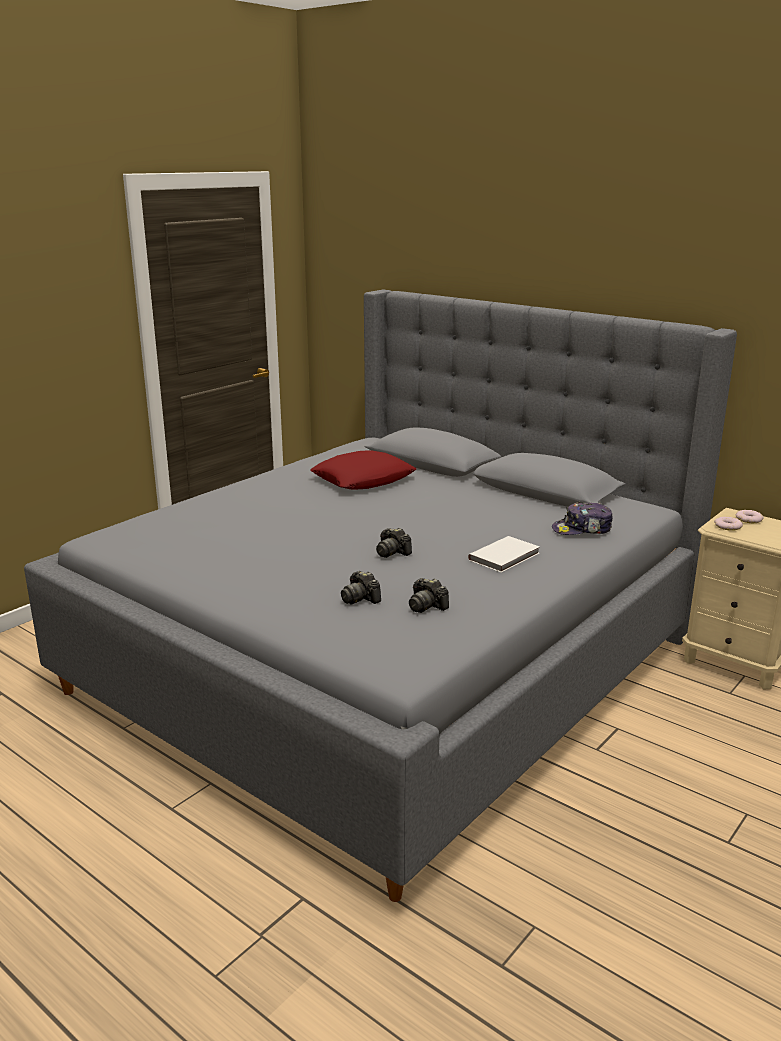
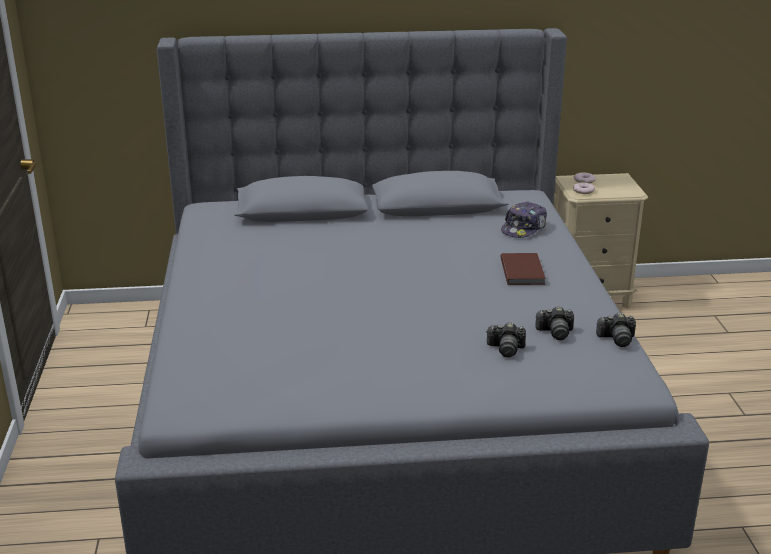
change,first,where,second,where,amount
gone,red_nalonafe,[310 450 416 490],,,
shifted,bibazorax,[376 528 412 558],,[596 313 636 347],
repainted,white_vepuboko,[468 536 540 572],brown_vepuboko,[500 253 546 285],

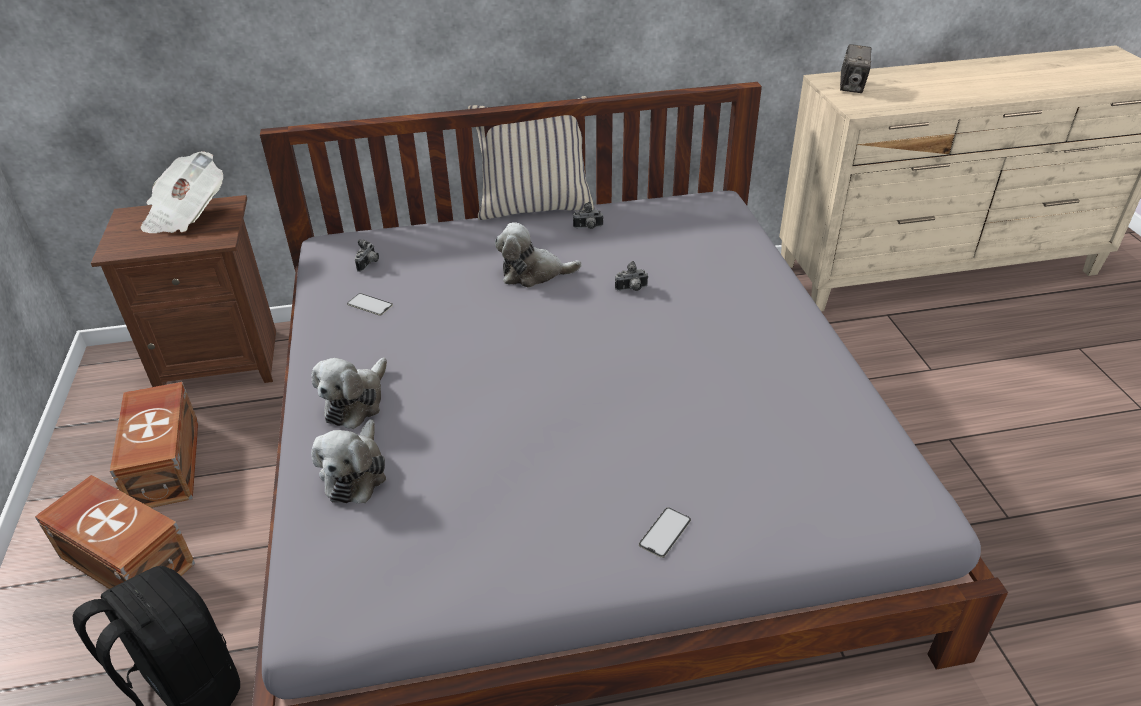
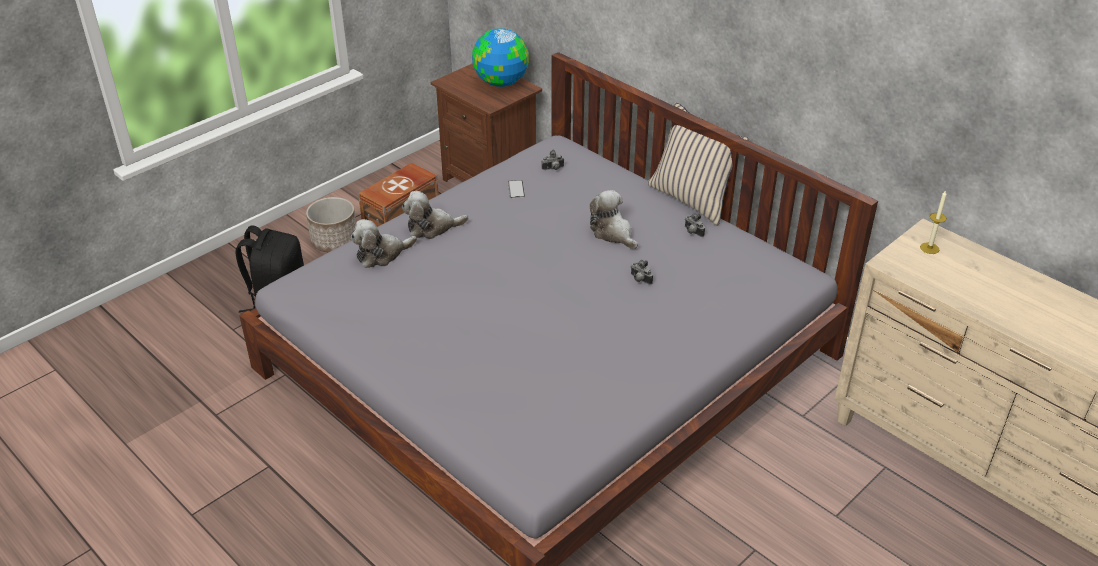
change,first,where,second,where,amount
gone,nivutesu,[639 507 691 558],,,
swapped,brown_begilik,[35 475 195 589],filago,[306 197 356 252],
swapped,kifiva,[141 151 223 233],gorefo,[472 28 529 87],
swapped,bibazorax,[840 44 872 93],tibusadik,[920 190 947 254],

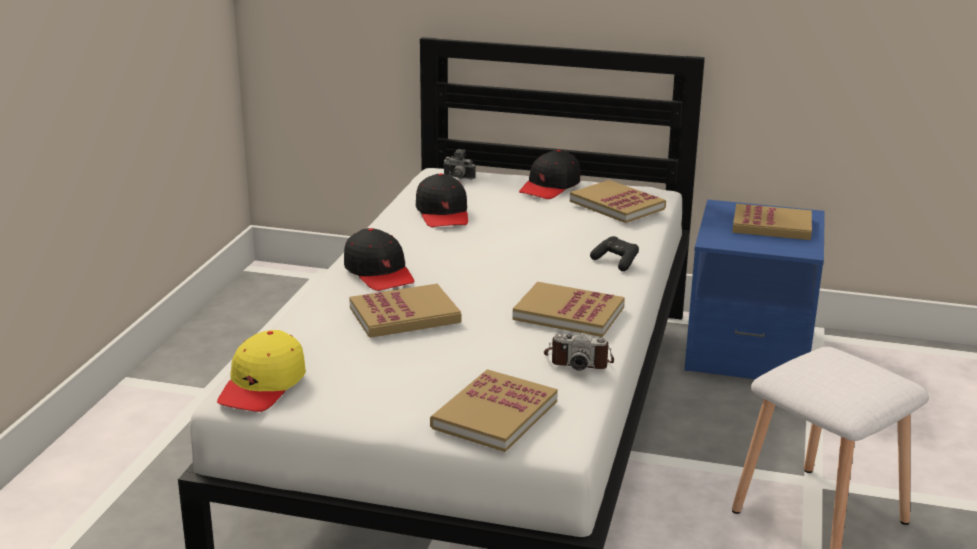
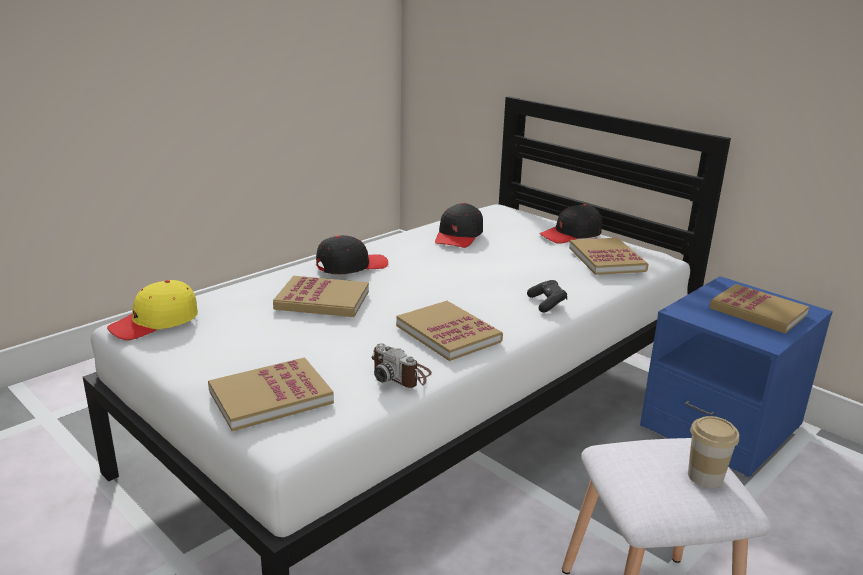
change,first,where,second,where,amount
gone,bibazorax,[443 149 476 180],,,
new,,,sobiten,[688 416 739 488],
rotated,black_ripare,[344 228 414 291],,[316 235 388 274],120 degrees counterclockwise

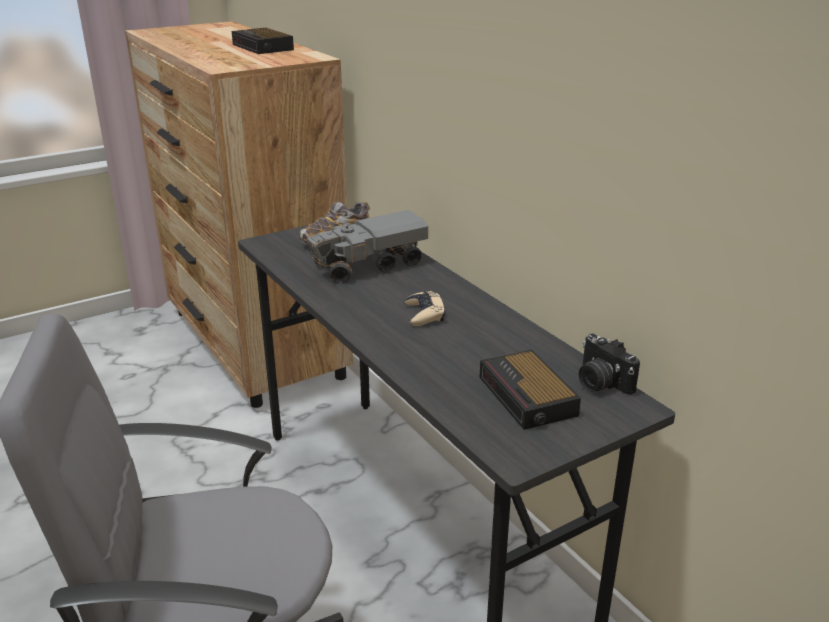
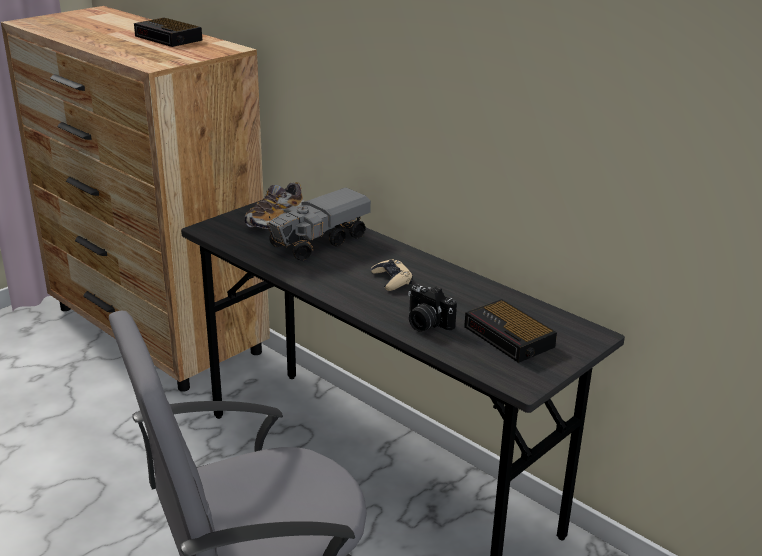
change,first,where,second,where,amount
shifted,bibazorax,[579 334 640 395],,[408 284 457 332],

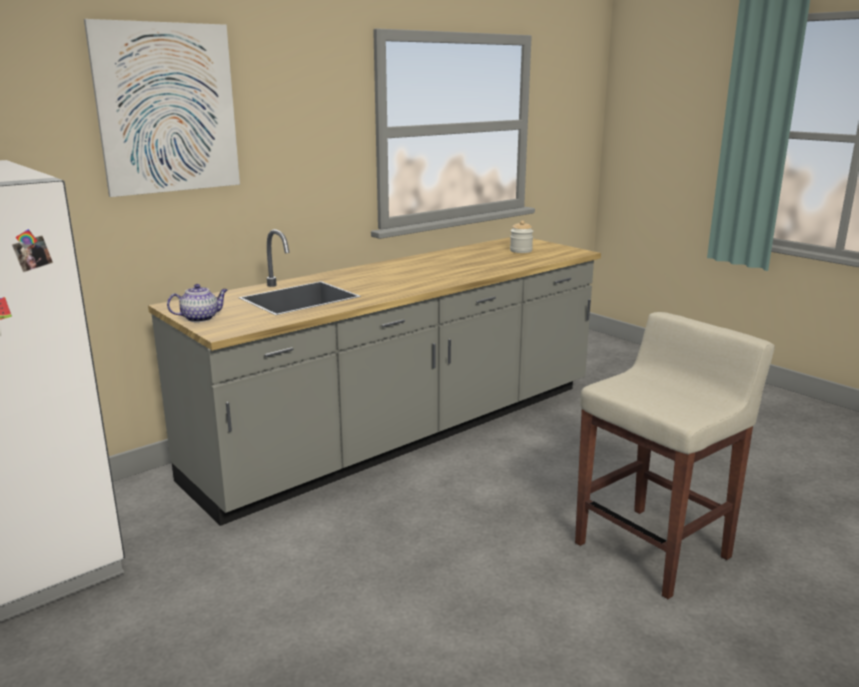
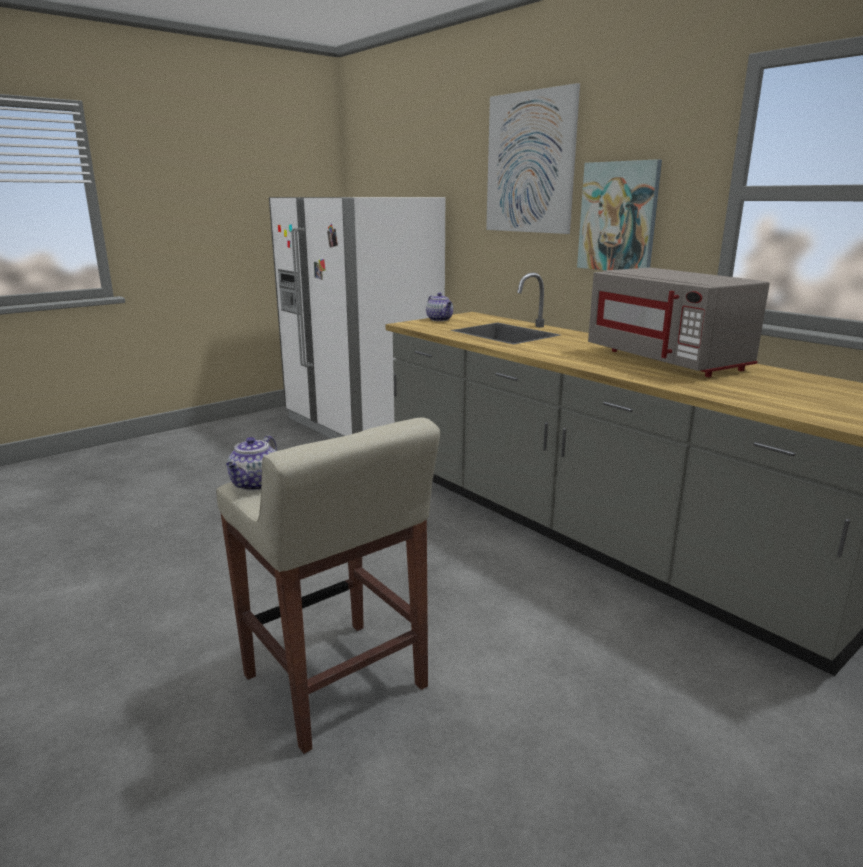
change,first,where,second,where,amount
gone,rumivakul,[510 221 533 253],,,
new,,,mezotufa,[226 435 277 491],
new,,,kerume,[577 159 662 270],
new,,,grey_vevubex,[588 268 770 377],

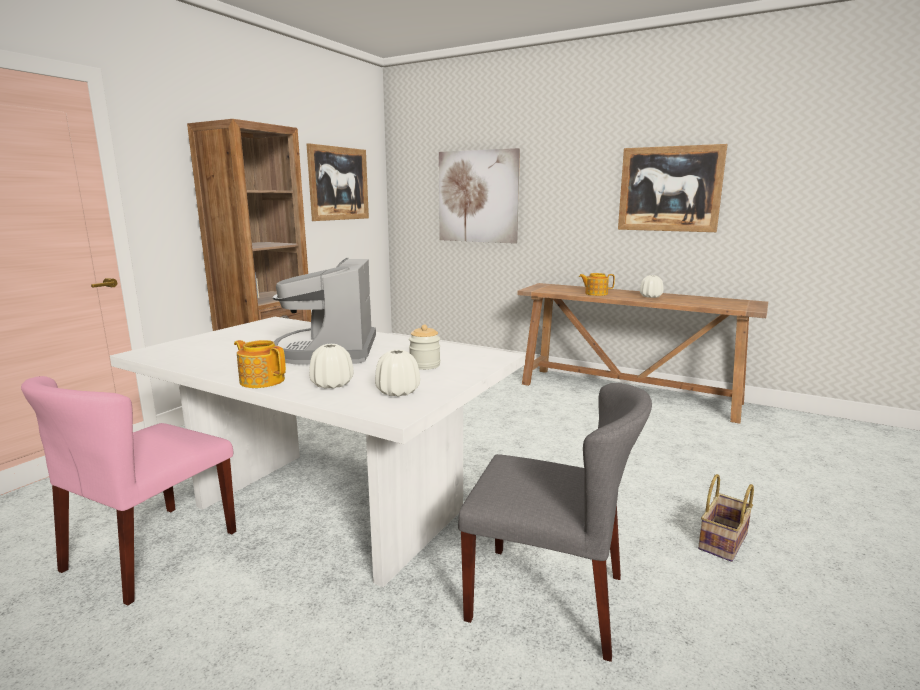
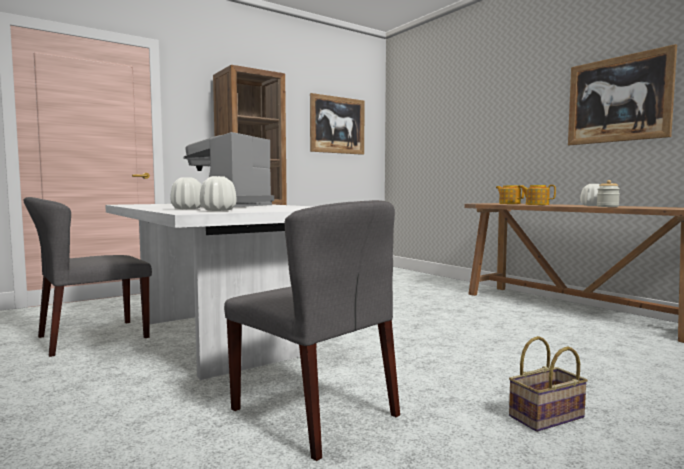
change,first,where,second,where,amount
gone,kerume,[439 148 520 244],,,
shifted,mezotufa,[234 340 286 388],,[496 185 524 204],
shifted,rumivakul,[409 325 440 370],,[597 180 620 207],
repainted,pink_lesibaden,[21 376 236 606],grey_lesibaden,[23 197 152 357],

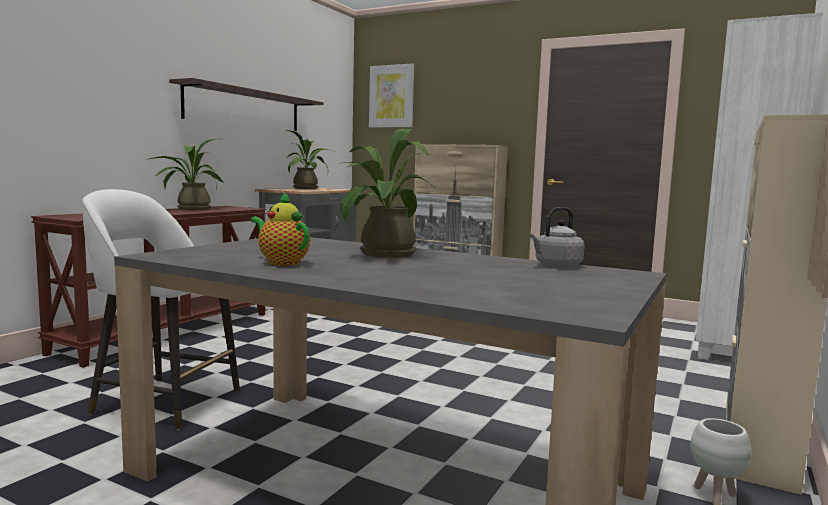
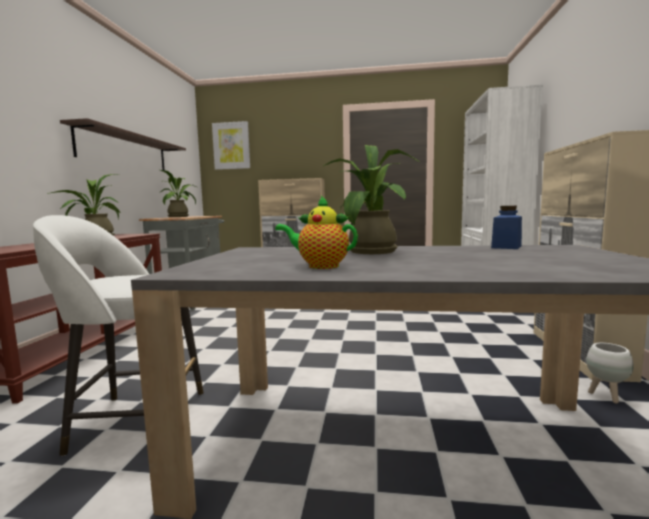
change,first,where,second,where,amount
swapped,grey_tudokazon,[530 207 585 268],blue_rumivakul,[491 206 522 249],

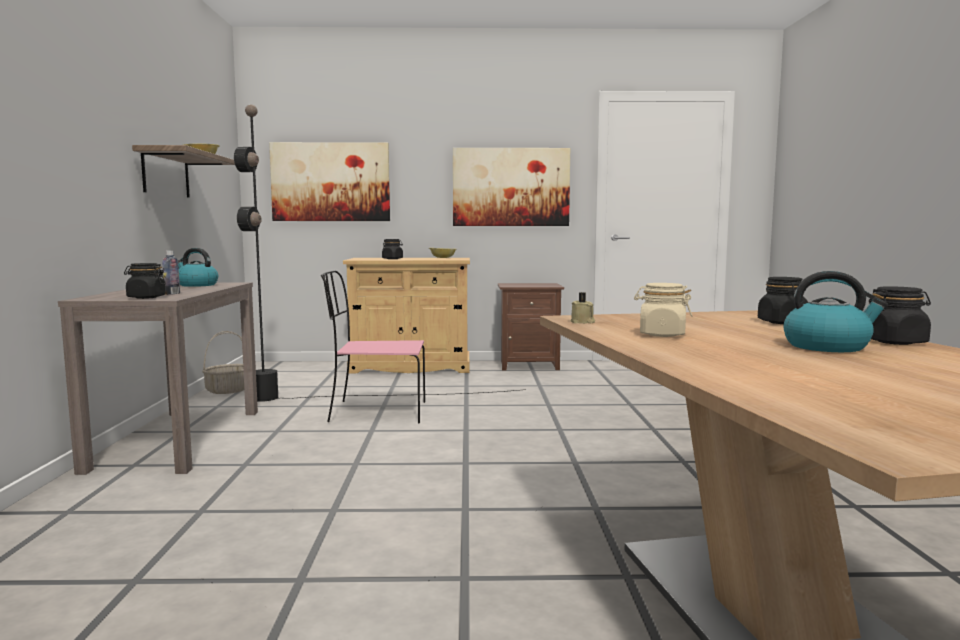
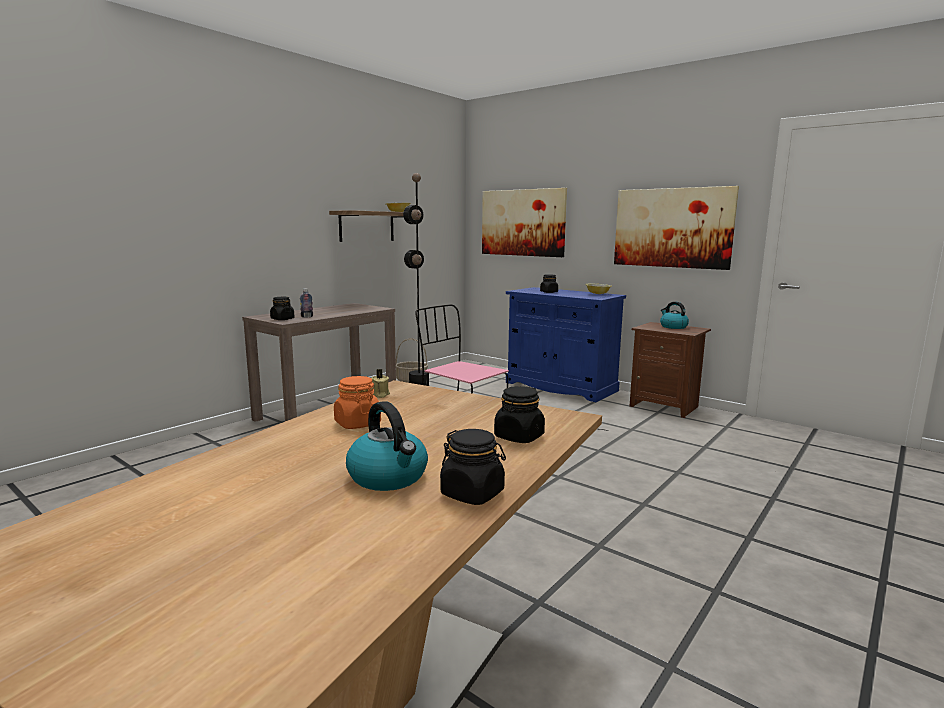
change,first,where,second,where,amount
shifted,tudokazon,[178 248 218 287],,[660 302 689 329],
repainted,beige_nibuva,[343 258 470 373],blue_nibuva,[506 287 626 402],
repainted,beige_rumivakul,[634 283 692 337],orange_rumivakul,[334 376 381 429],

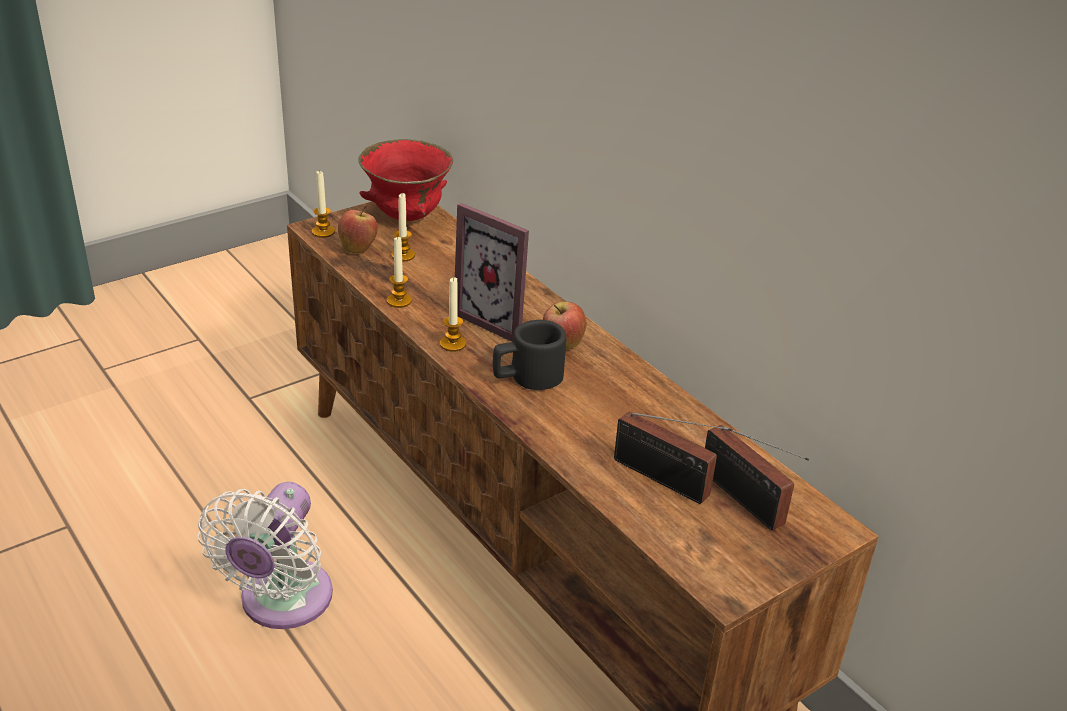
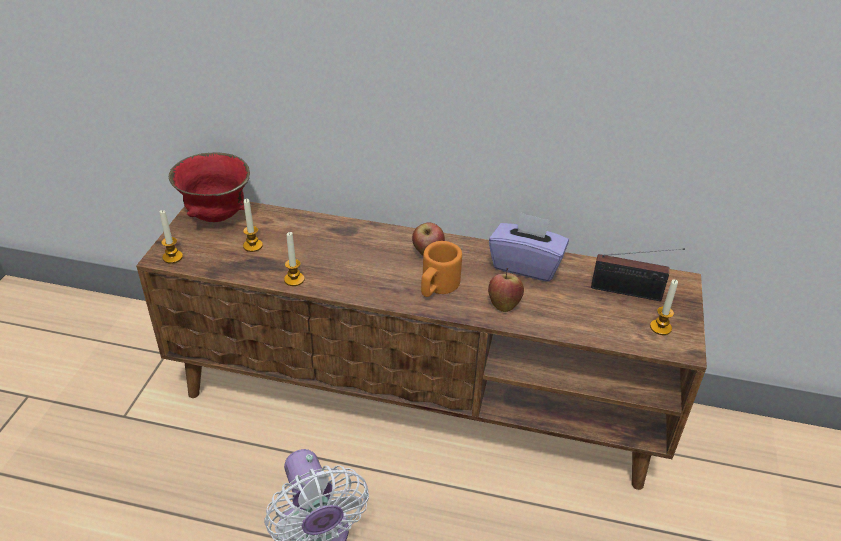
change,first,where,second,where,amount
gone,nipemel,[455 203 529 342],,,
gone,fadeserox,[614 412 733 504],,,
new,,,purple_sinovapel,[489 212 569 282],
shifted,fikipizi,[338 205 378 253],,[488 268 524 312],
shifted,tibusadik,[440 277 466 352],,[650 279 678 335],
repainted,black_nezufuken,[493 320 566 390],orange_nezufuken,[421 241 462 297],

